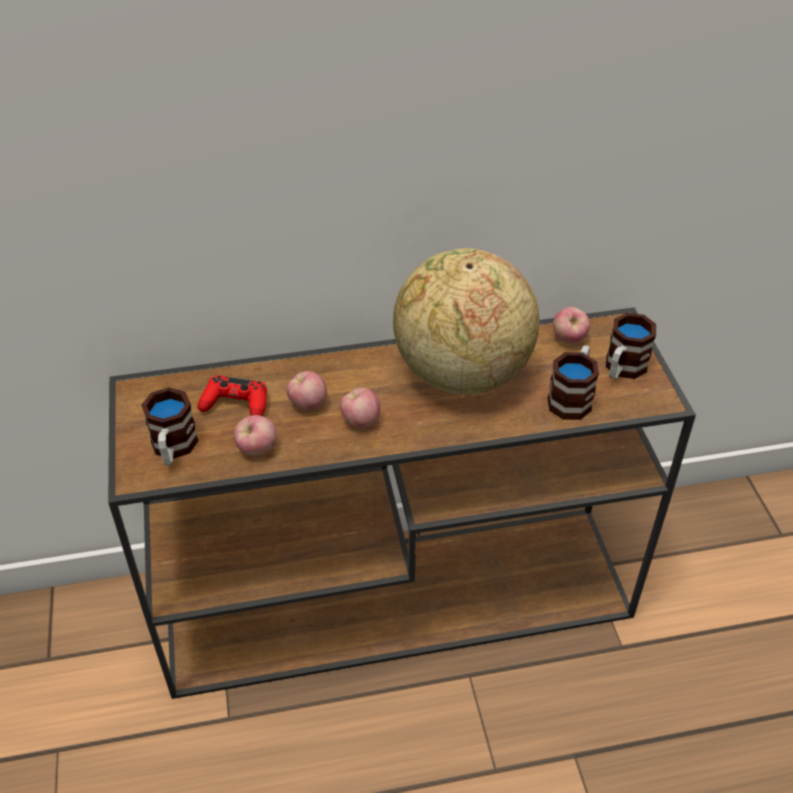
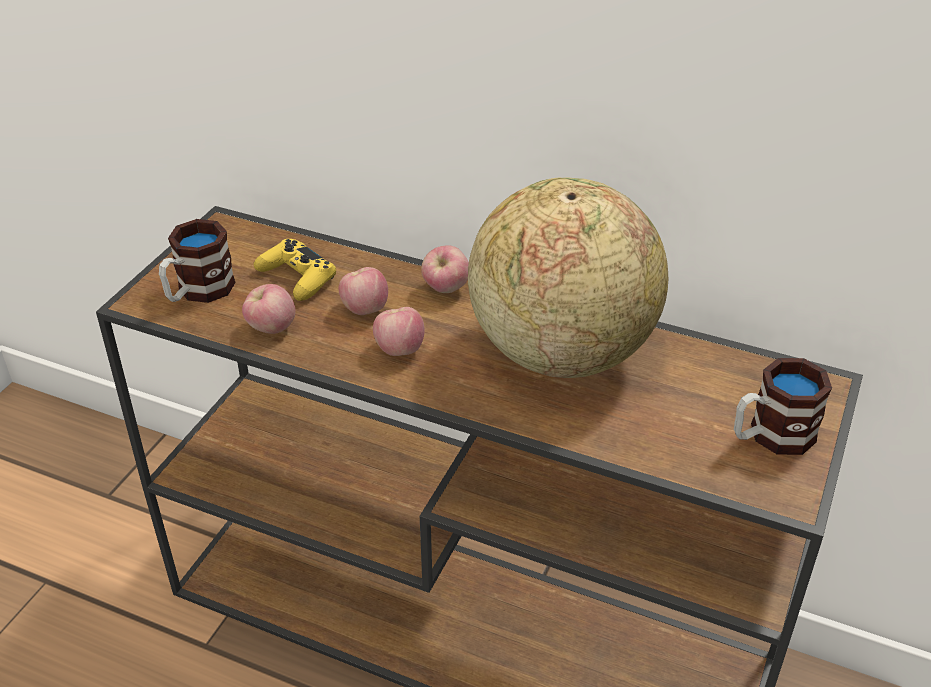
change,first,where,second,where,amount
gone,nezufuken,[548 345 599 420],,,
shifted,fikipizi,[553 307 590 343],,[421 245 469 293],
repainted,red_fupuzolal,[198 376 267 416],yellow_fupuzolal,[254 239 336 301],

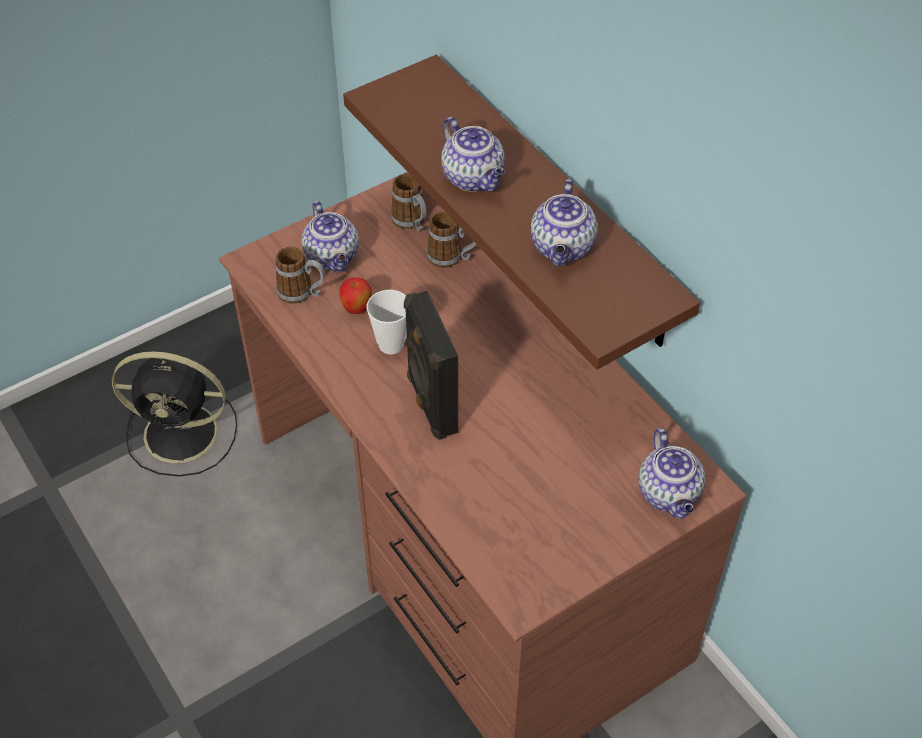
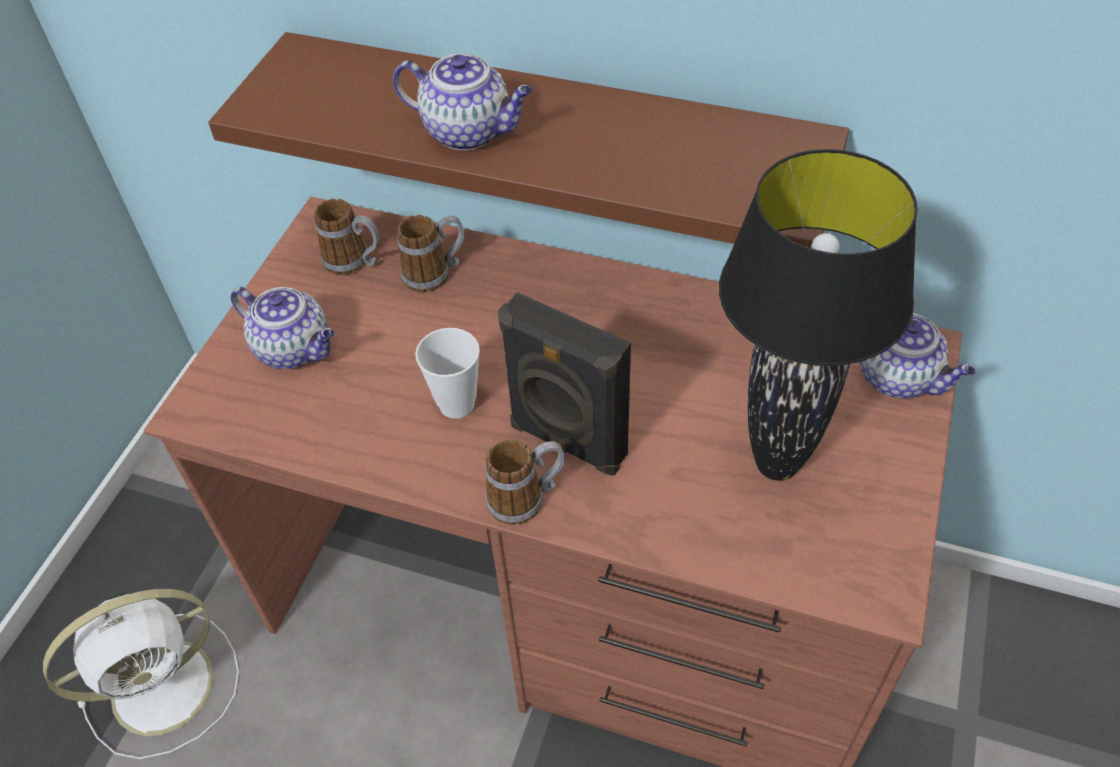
change,first,where,second,where,amount
gone,fikipizi,[339 277 372 314],,,
gone,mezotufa,[531 179 598 266],,,
new,,,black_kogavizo,[719 149 918 481],
shifted,nezufuken,[275 246 325 304],,[485 439 565 525],
repainted,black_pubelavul,[112 351 237 477],white_pubelavul,[43 589 239 759],

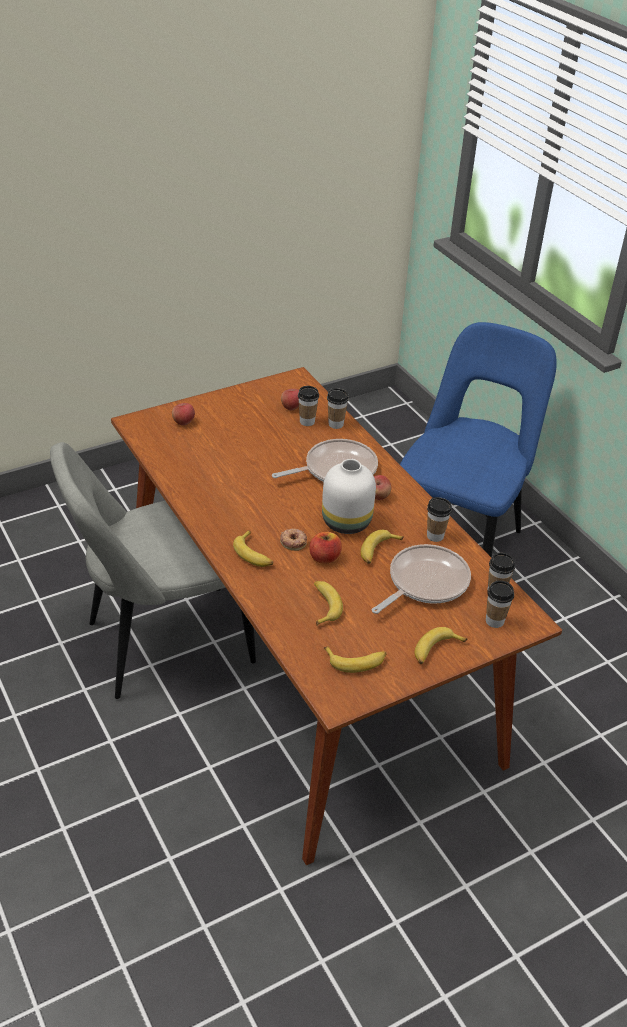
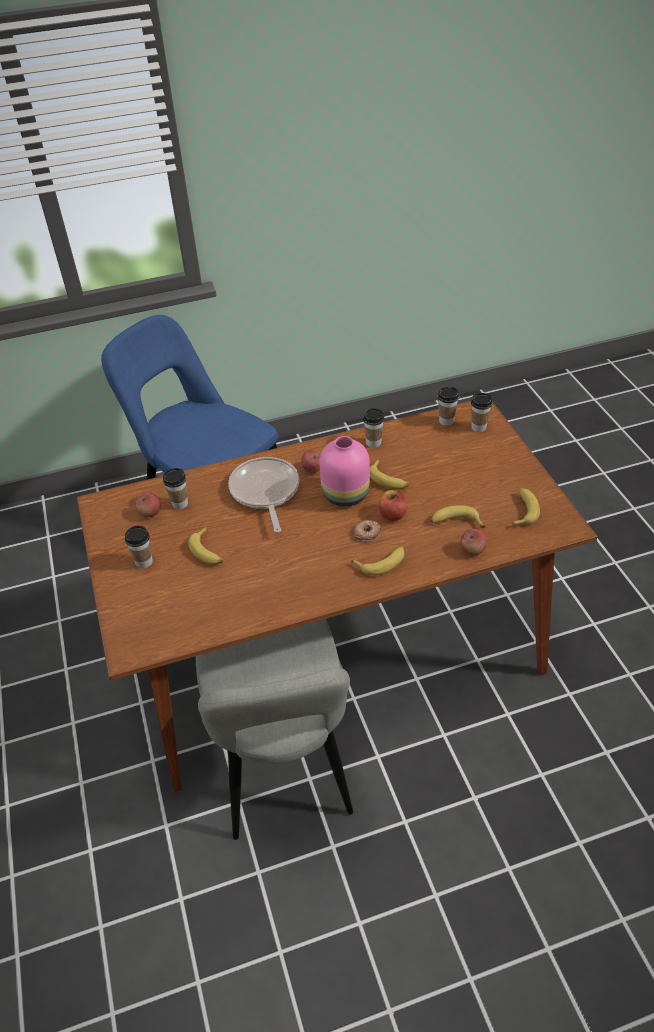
change,first,where,second,where,amount
gone,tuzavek,[372 544 471 614],,,
shifted,fikipizi,[172 403 195 426],,[461 529 487 555],
shifted,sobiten,[327 388 349 429],,[125 525 153 568],
shifted,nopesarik,[415 627 467 664],,[188 526 223 565],
repainted,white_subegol,[322 459 376 534],pink_subegol,[320 436 370 506],

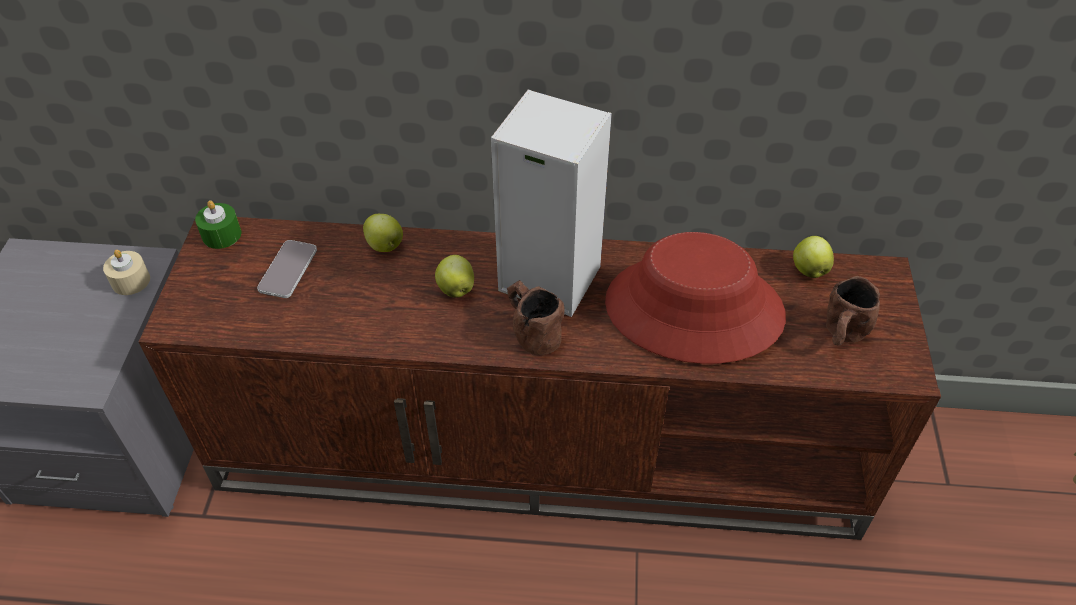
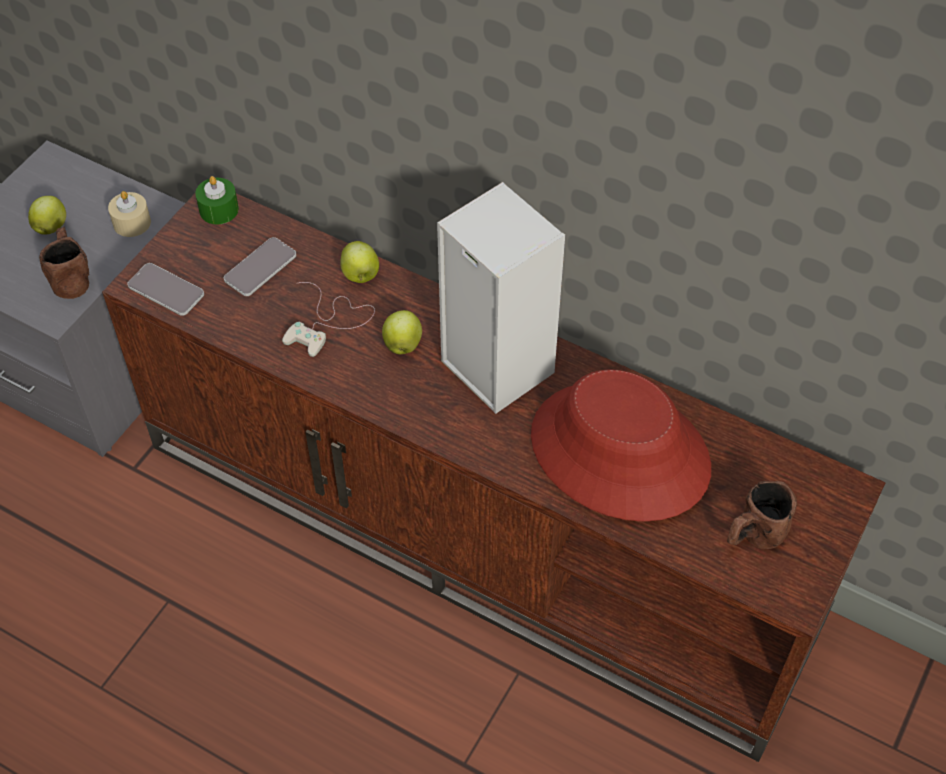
change,first,where,second,where,amount
new,,,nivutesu,[127 263 204 316],
new,,,white_fupuzolal,[282 282 375 357],
shifted,brown_nezufuken,[507 280 565 355],,[39 227 89 299],
shifted,fikipizi,[793 236 834 278],,[28 196 66 235],

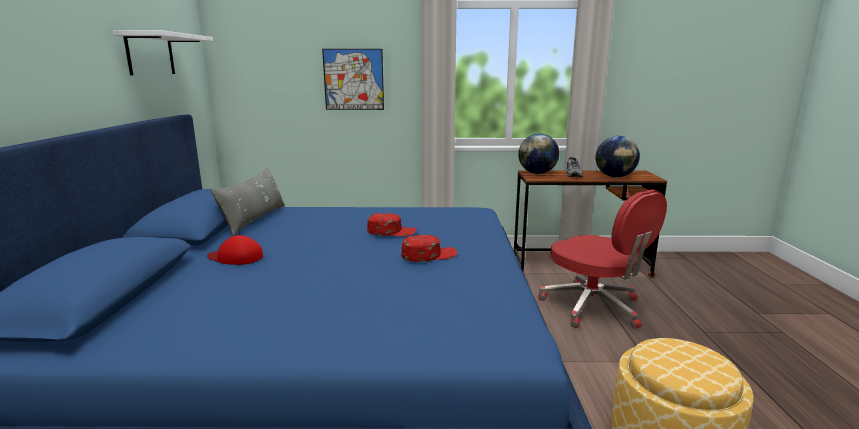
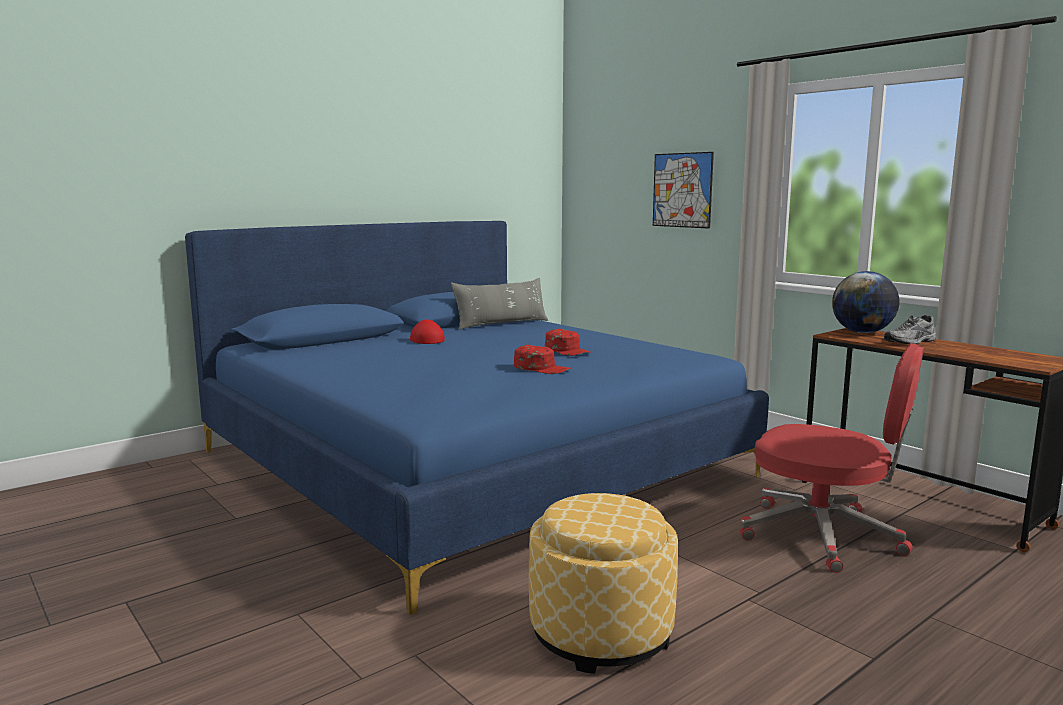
change,first,where,second,where,amount
gone,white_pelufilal,[113 30 213 75],,,
gone,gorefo,[596 136 640 177],,,
rotated,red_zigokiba,[538 190 667 329],,[740 343 924 573],75 degrees counterclockwise

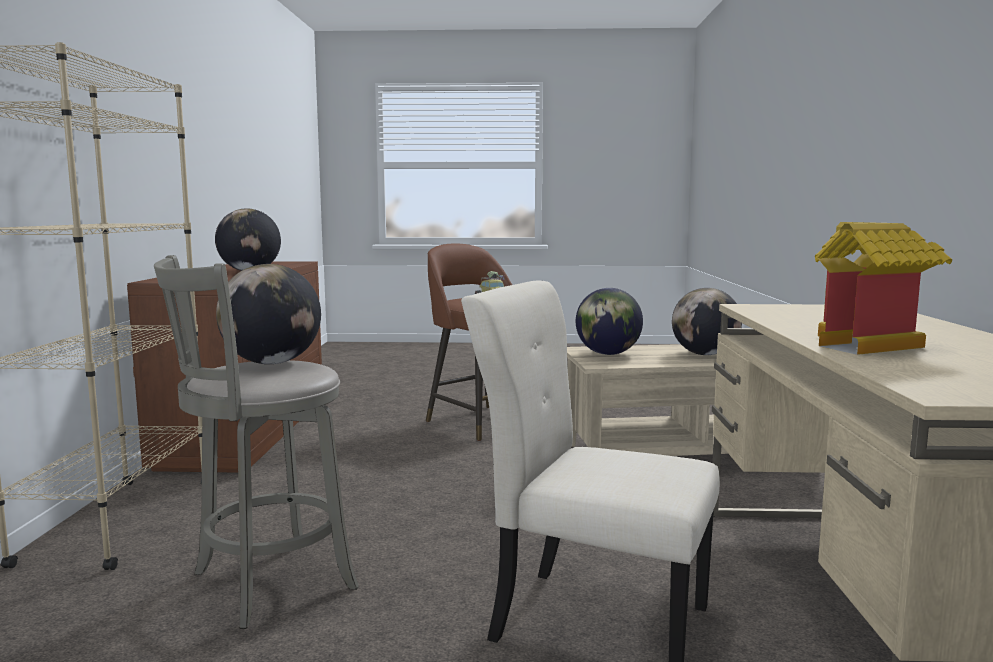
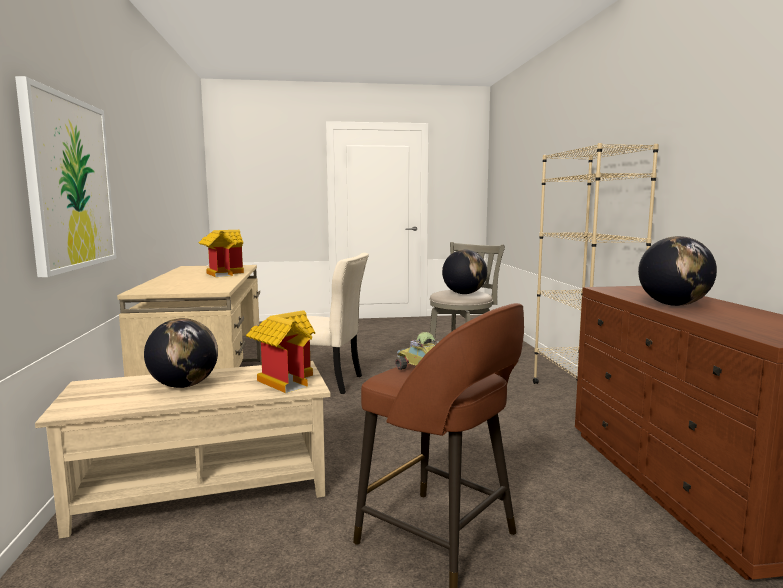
change,first,where,second,where,amount
new,,,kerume,[15 76 117 277],
swapped,gorefo,[576 288 643 355],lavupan,[246 310 315 393],

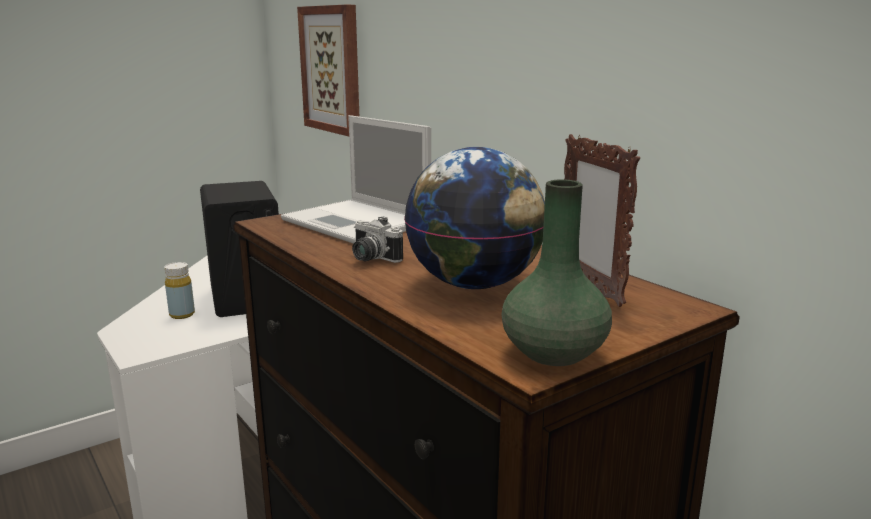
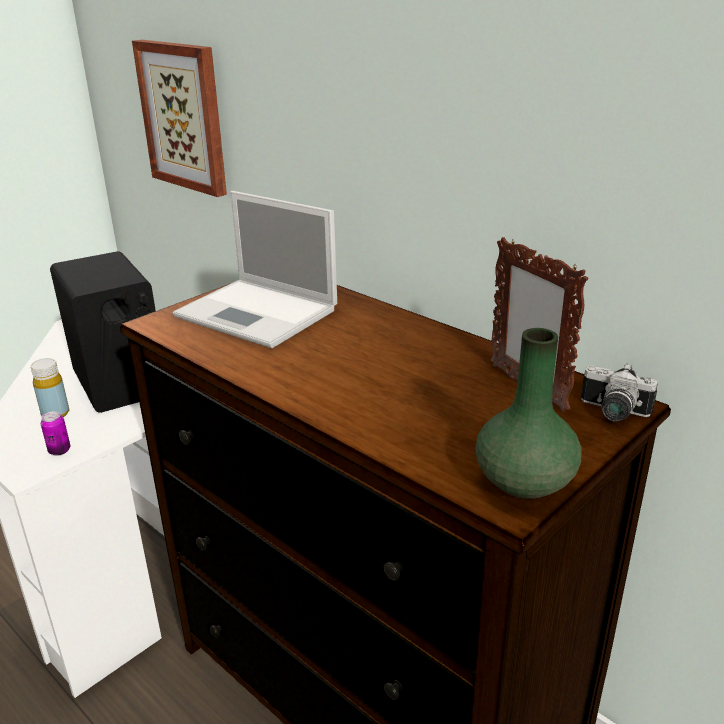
change,first,where,second,where,amount
gone,gorefo,[404 147 545 289],,,
new,,,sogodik,[41 411 70 456],
shifted,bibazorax,[352 216 403 263],,[581 363 658 421],

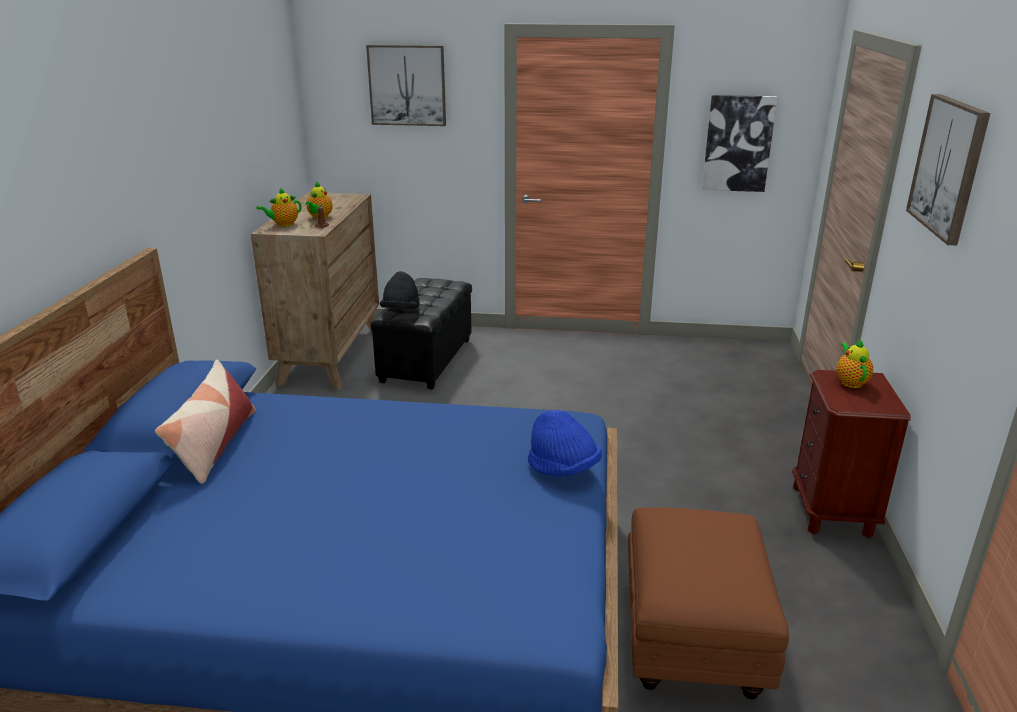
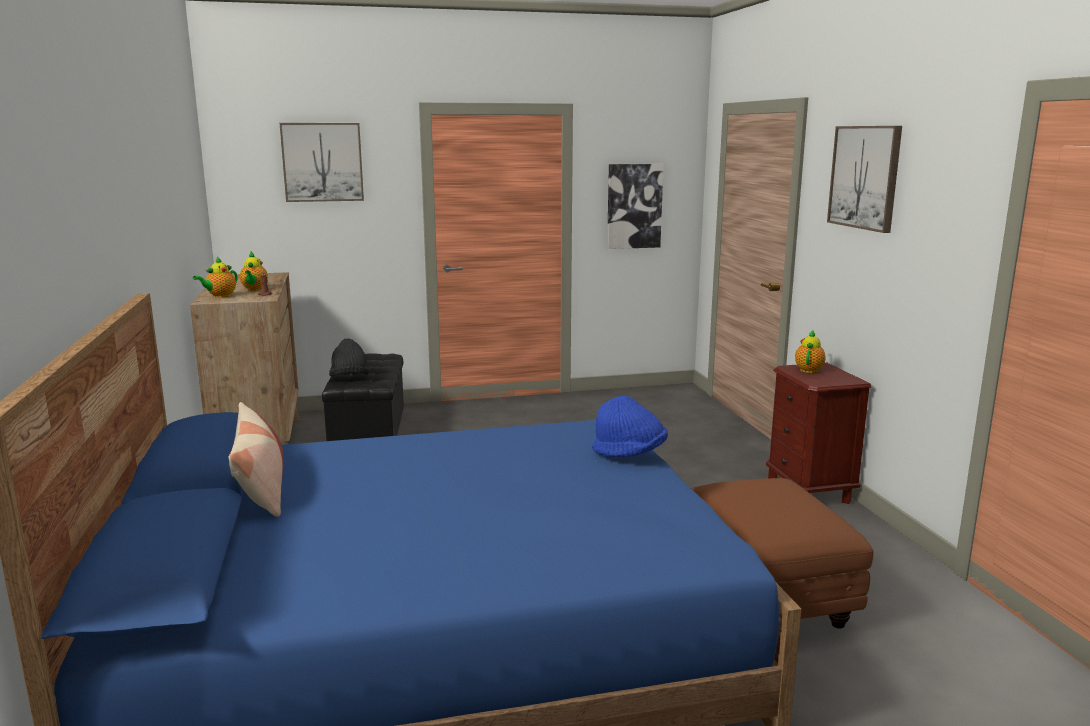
change,first,where,second,where,amount
rotated,mezotufa,[836 339 873 388],,[795 330 826 373],45 degrees clockwise

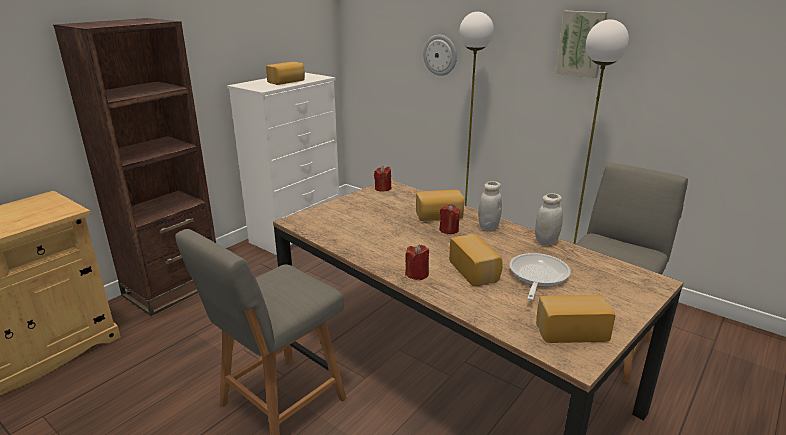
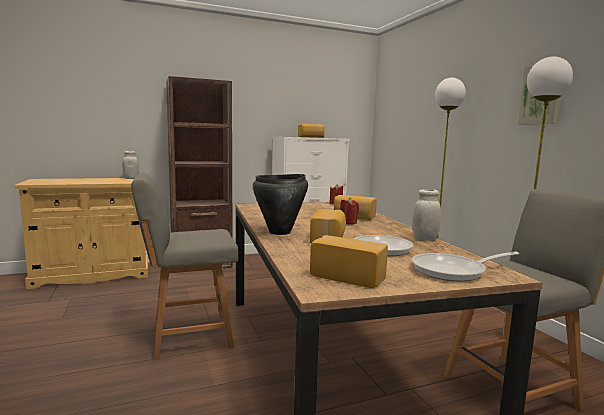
change,first,where,second,where,amount
gone,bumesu,[423 35 457 76],,,
new,,,tuzavek,[412 252 519 282],
shifted,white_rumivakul,[478 181 502 231],,[123 151 139 179],
swapped,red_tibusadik,[405 244 429 280],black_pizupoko,[253 174 308 235],

